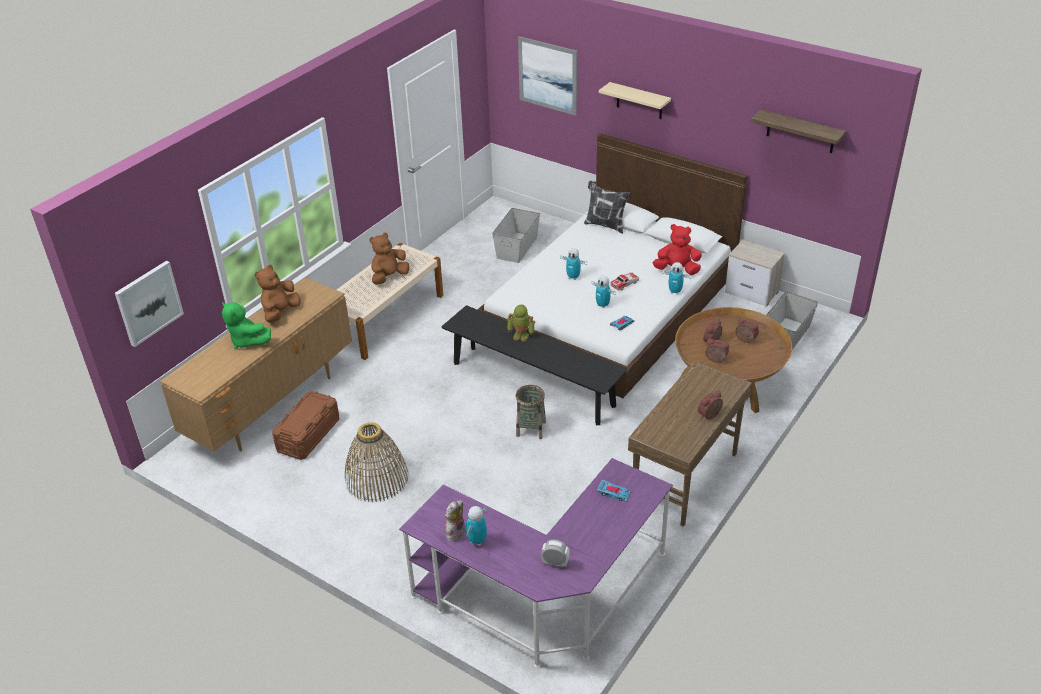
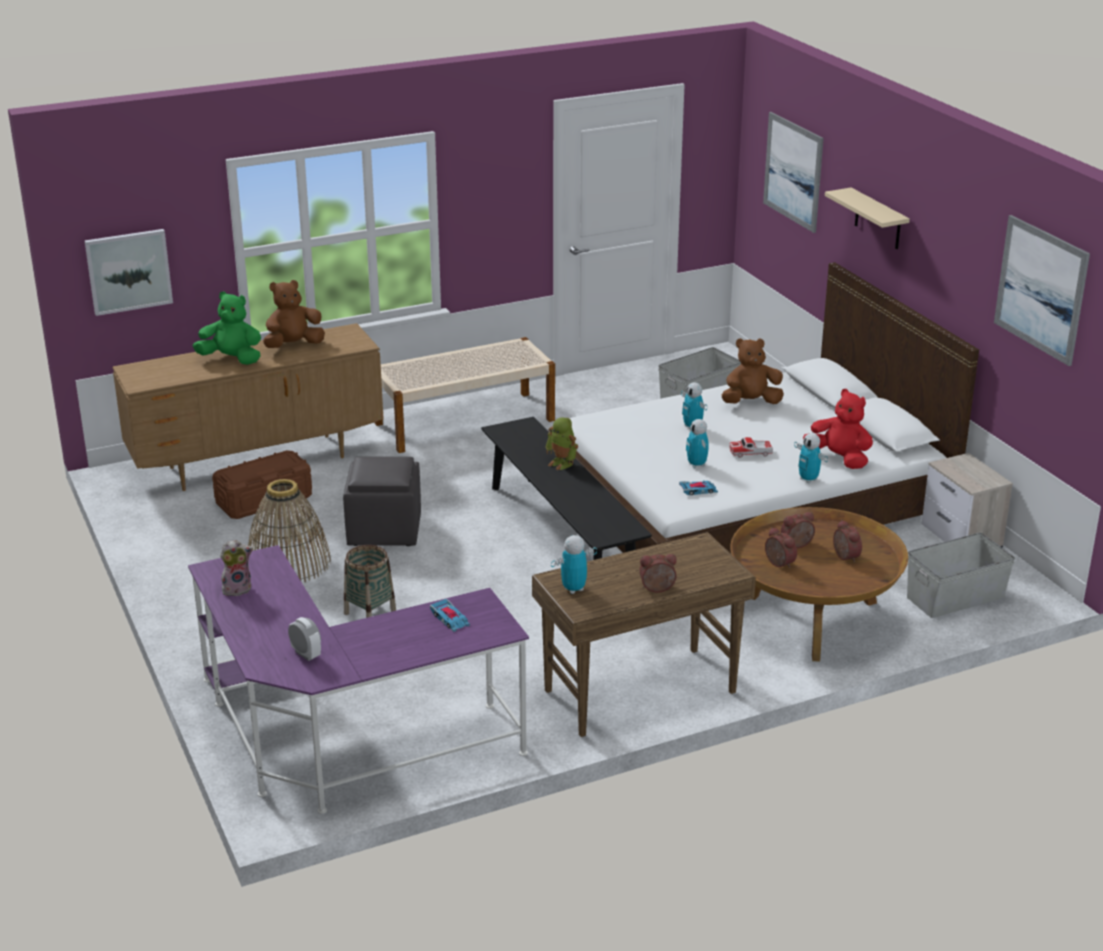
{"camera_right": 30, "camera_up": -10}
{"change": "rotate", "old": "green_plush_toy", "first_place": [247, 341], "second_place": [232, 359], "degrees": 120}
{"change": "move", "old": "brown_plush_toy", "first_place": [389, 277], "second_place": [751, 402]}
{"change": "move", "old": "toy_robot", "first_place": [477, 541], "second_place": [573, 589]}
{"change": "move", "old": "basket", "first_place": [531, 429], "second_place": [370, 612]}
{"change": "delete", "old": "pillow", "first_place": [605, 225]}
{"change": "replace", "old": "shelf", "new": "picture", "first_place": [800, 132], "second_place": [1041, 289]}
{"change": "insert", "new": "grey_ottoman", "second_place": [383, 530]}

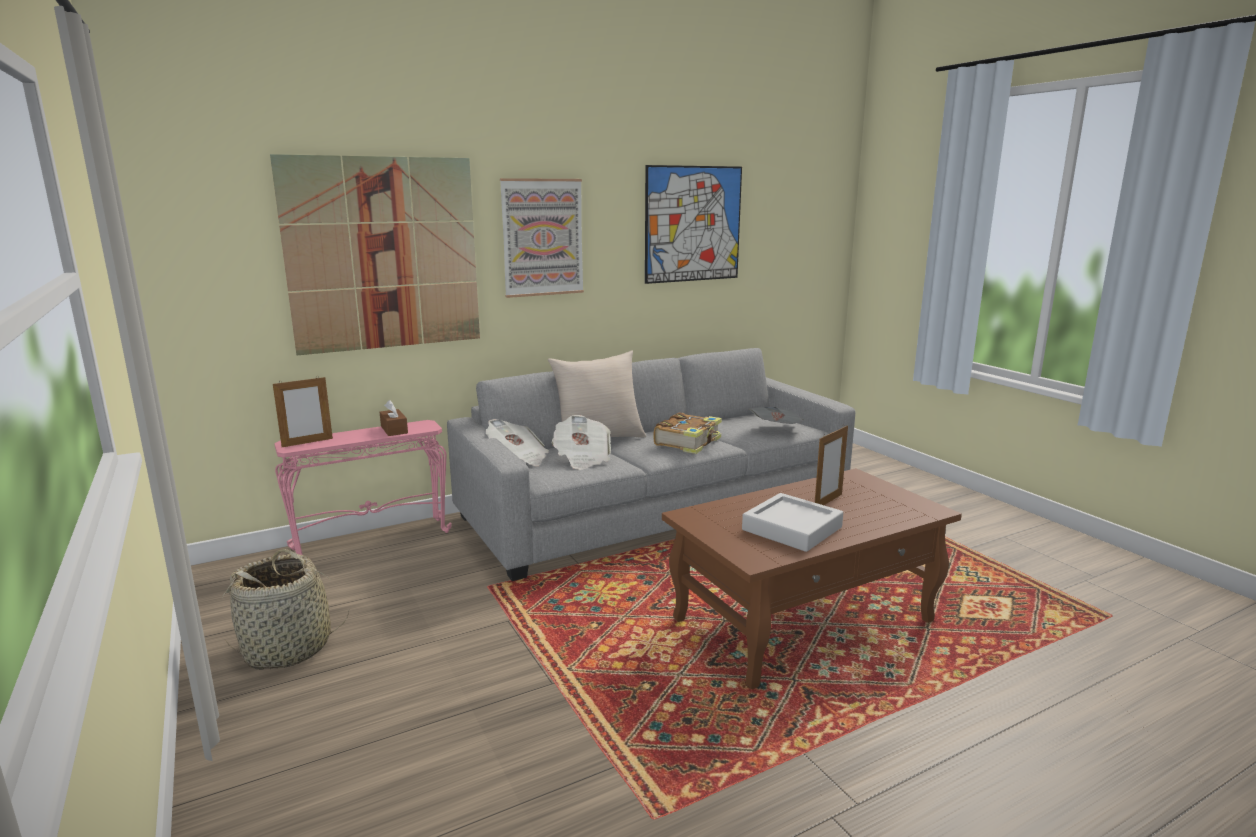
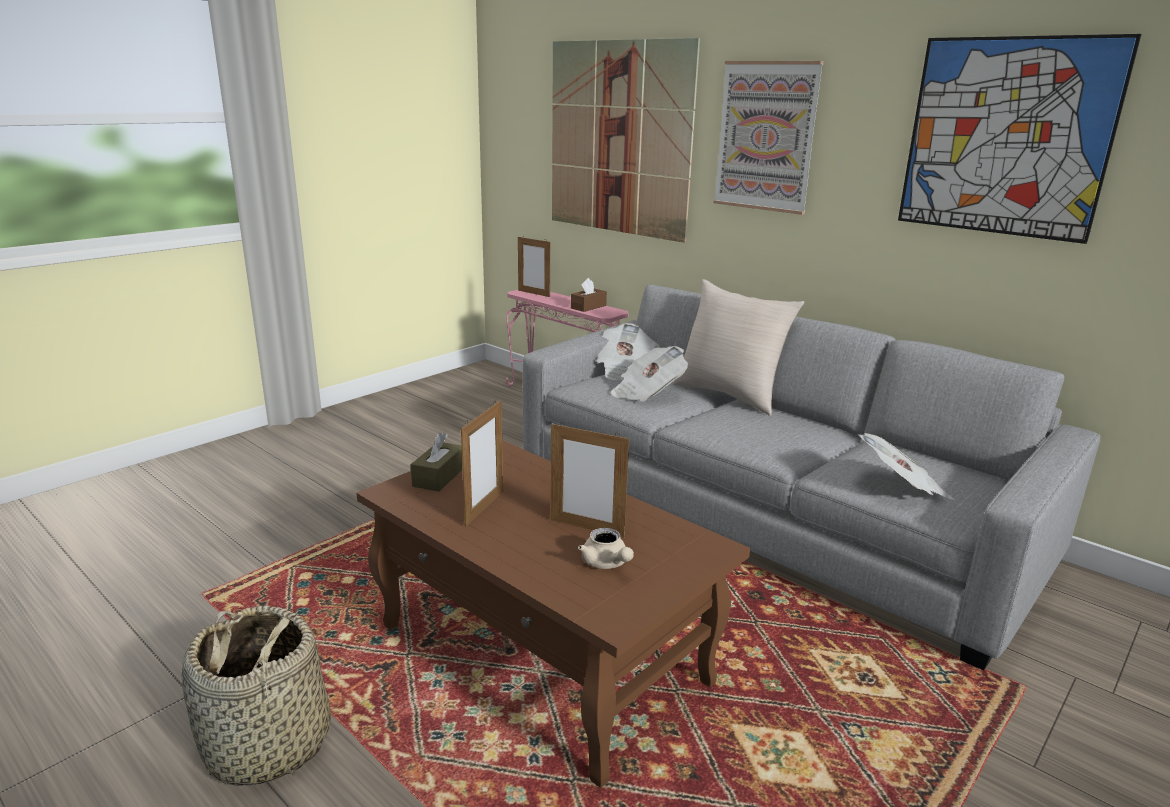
{"camera_right": 70, "camera_up": 5}
{"change": "move", "old": "basket", "first_place": [288, 648], "second_place": [267, 746]}
{"change": "delete", "old": "book", "first_place": [689, 442]}
{"change": "replace", "old": "grey_tray", "new": "picture_frame", "first_place": [792, 528], "second_place": [484, 508]}
{"change": "insert", "new": "brown_tissue_box", "second_place": [439, 477]}
{"change": "insert", "new": "beige_teapot", "second_place": [606, 564]}

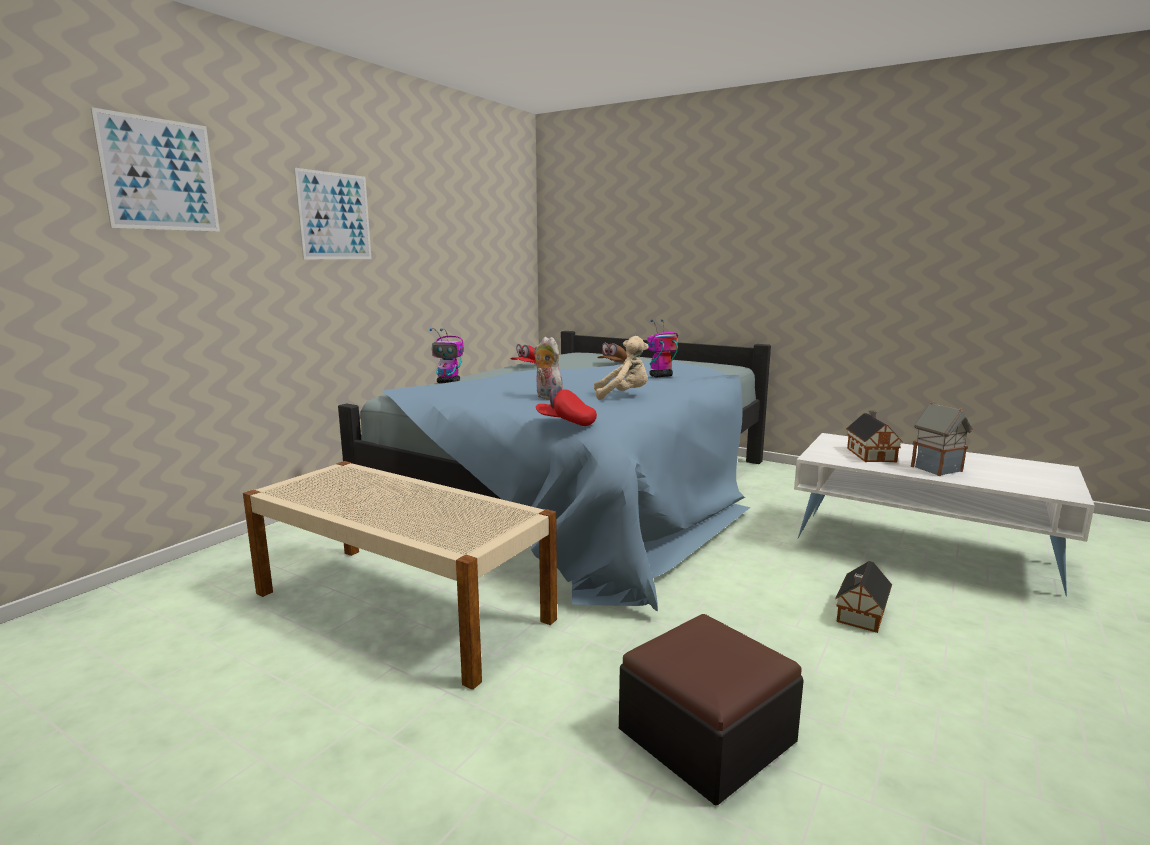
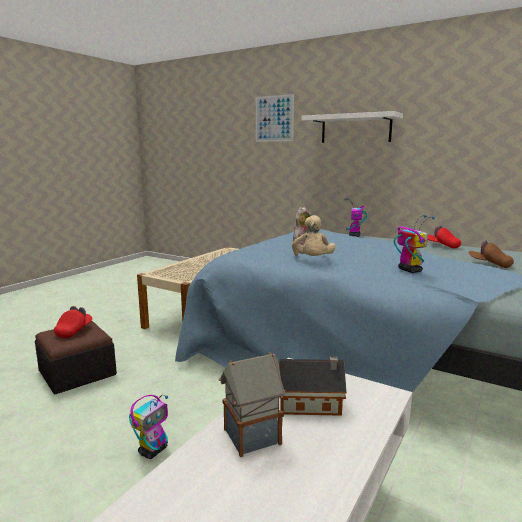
{"camera_right": 90, "camera_up": 0}
{"change": "replace", "old": "picture", "new": "white_shelf", "first_place": [334, 216], "second_place": [355, 129]}
{"change": "move", "old": "red_cap", "first_place": [566, 422], "second_place": [74, 331]}
{"change": "replace", "old": "toy_house", "new": "toy_robot", "first_place": [860, 615], "second_place": [153, 450]}

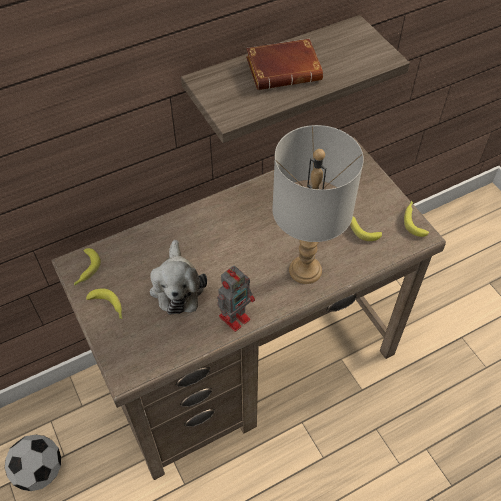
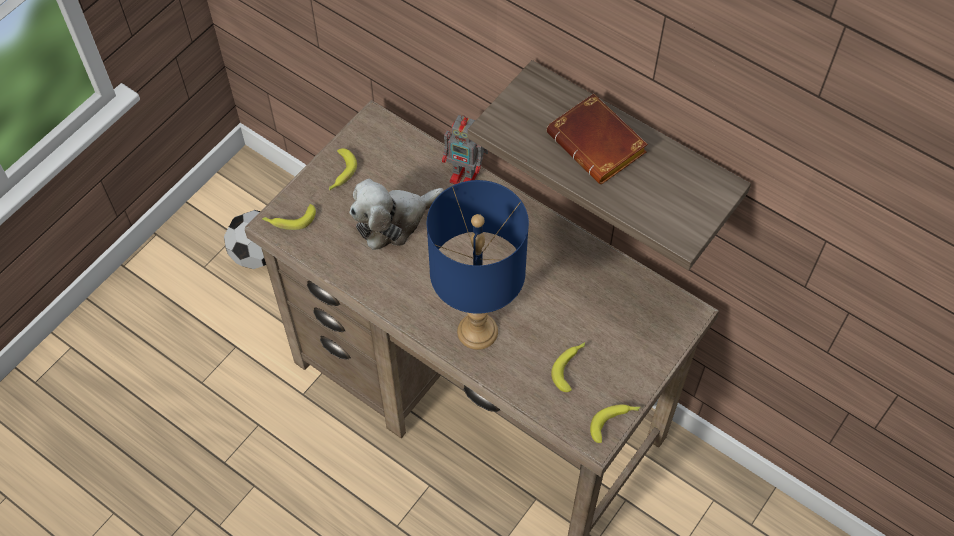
{"camera_right": 65, "camera_up": 5}
{"change": "move", "old": "banana", "first_place": [85, 270], "second_place": [289, 220]}
{"change": "move", "old": "toy_robot", "first_place": [235, 317], "second_place": [466, 176]}
{"change": "recolor", "old": "grey_table_lamp", "new": "blue_table_lamp", "first_place": [305, 269], "second_place": [478, 331]}

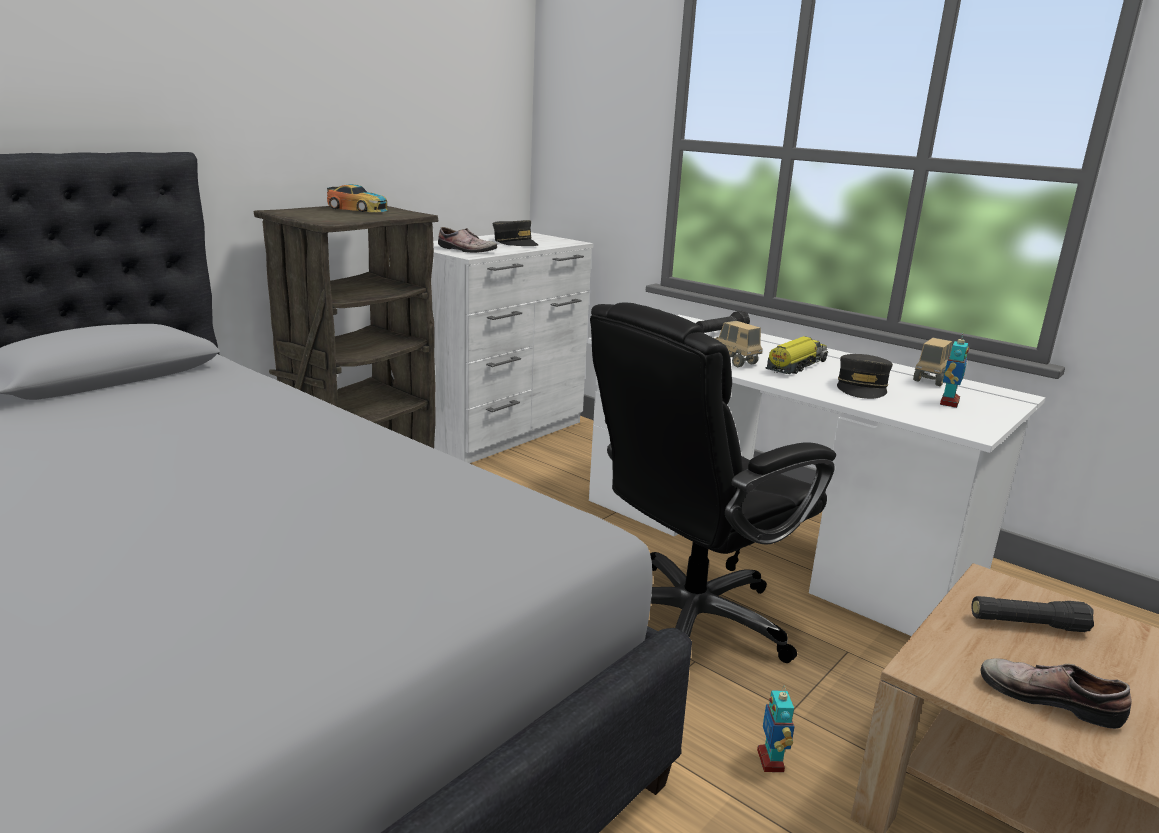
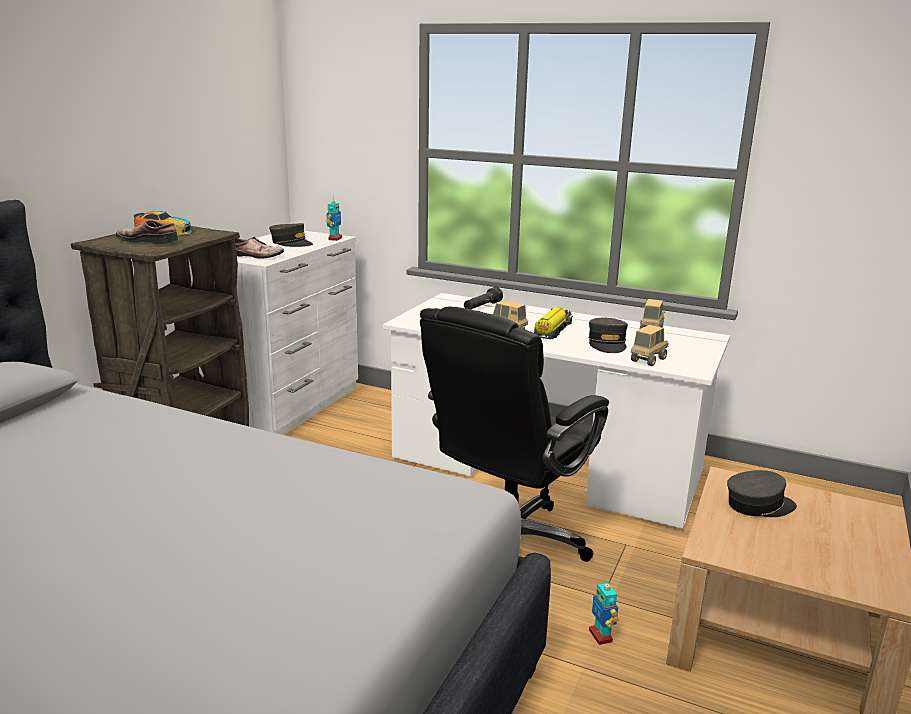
{"camera_right": -15, "camera_up": 0}
{"change": "move", "old": "toy_robot", "first_place": [948, 402], "second_place": [334, 239]}
{"change": "replace", "old": "black_flashlight", "new": "grey_cap", "first_place": [1027, 624], "second_place": [759, 505]}
{"change": "move", "old": "shoe", "first_place": [1049, 697], "second_place": [149, 241]}
{"change": "insert", "new": "toy_truck", "second_place": [648, 360]}

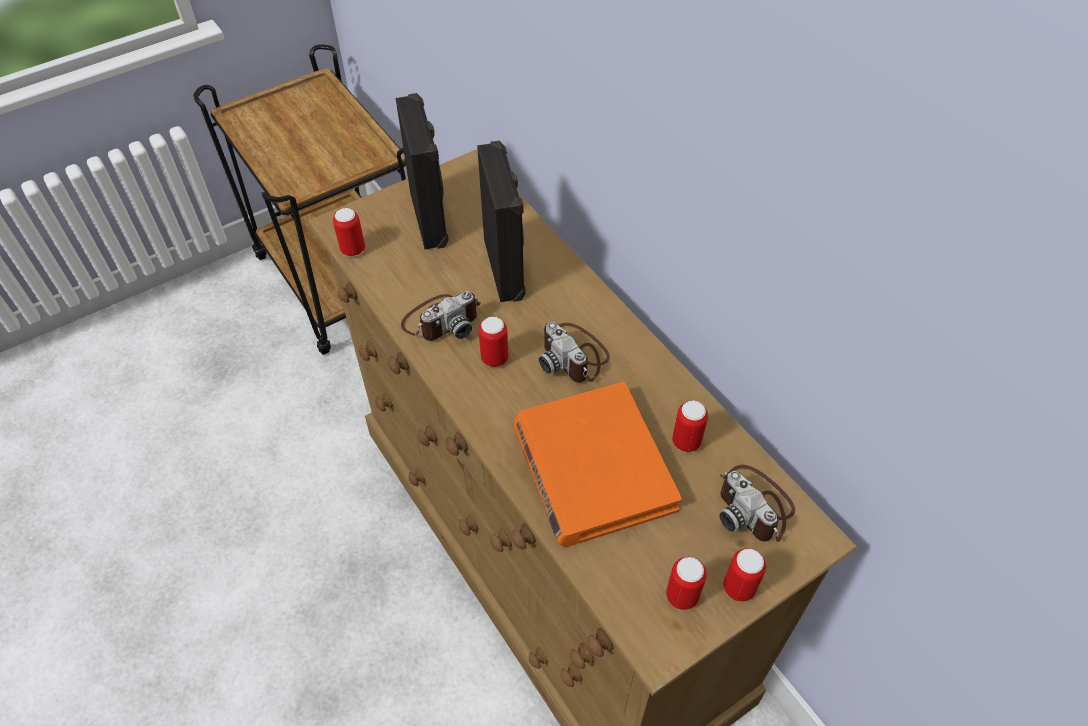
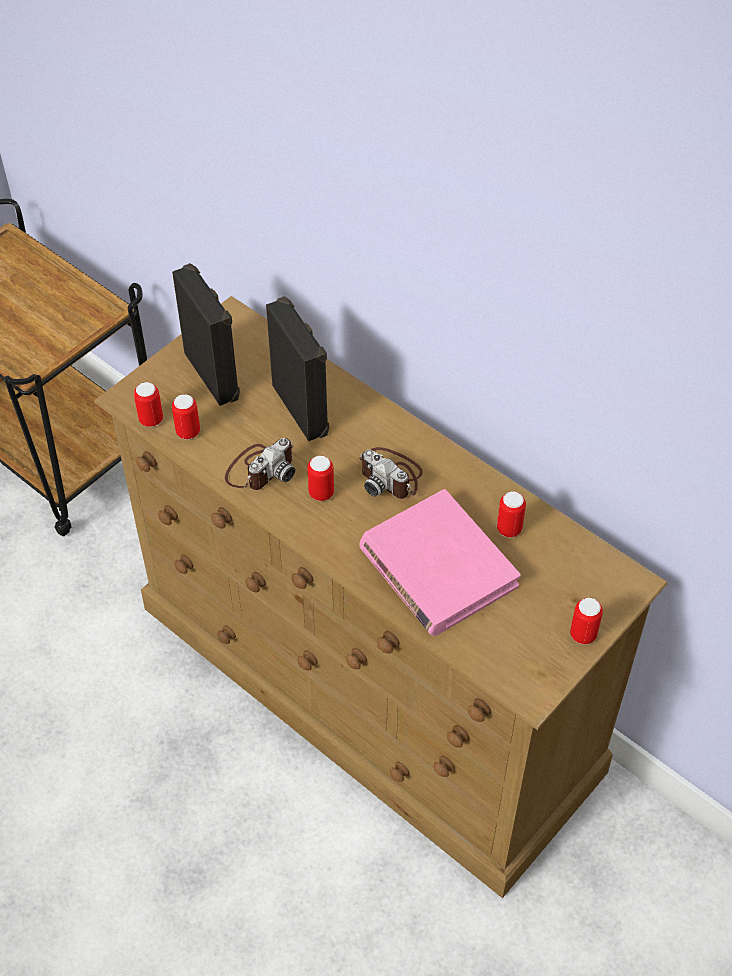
{"camera_right": -15, "camera_up": 0}
{"change": "recolor", "old": "orange_book", "new": "pink_book", "first_place": [592, 467], "second_place": [437, 567]}
{"change": "move", "old": "can", "first_place": [682, 596], "second_place": [188, 432]}
{"change": "delete", "old": "photo_camera", "first_place": [754, 506]}

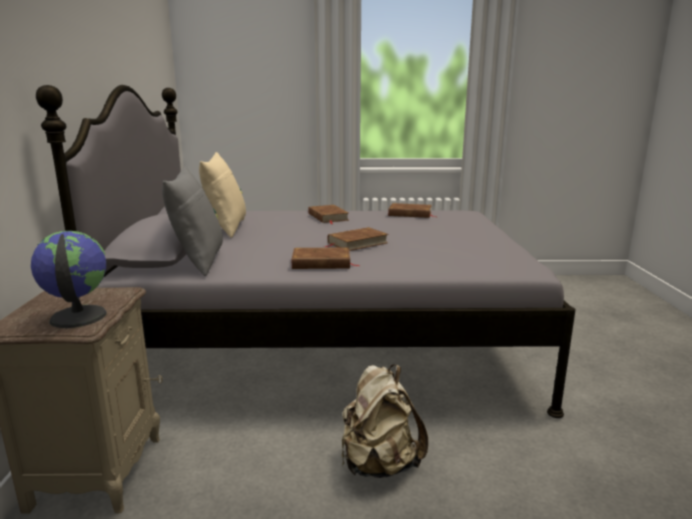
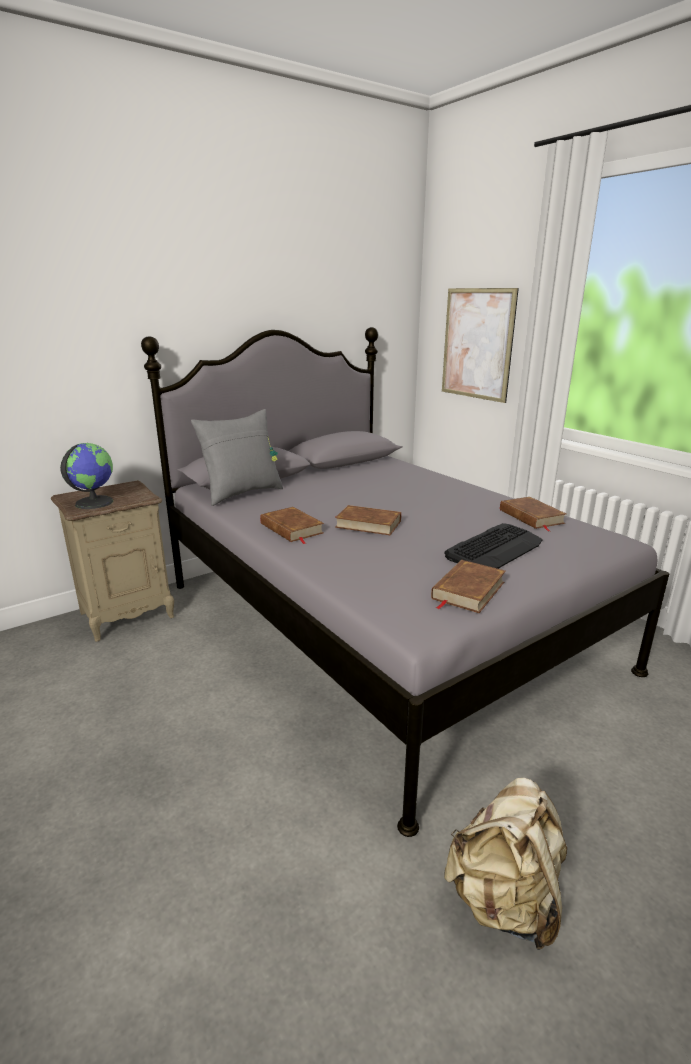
{"camera_right": 55, "camera_up": 5}
{"change": "delete", "old": "beige_pillow", "first_place": [226, 228]}
{"change": "move", "old": "brown_book", "first_place": [328, 217], "second_place": [467, 590]}
{"change": "move", "old": "beige_backpack", "first_place": [379, 464], "second_place": [504, 901]}
{"change": "insert", "new": "picture", "second_place": [477, 344]}
{"change": "insert", "new": "keyboard", "second_place": [495, 549]}

